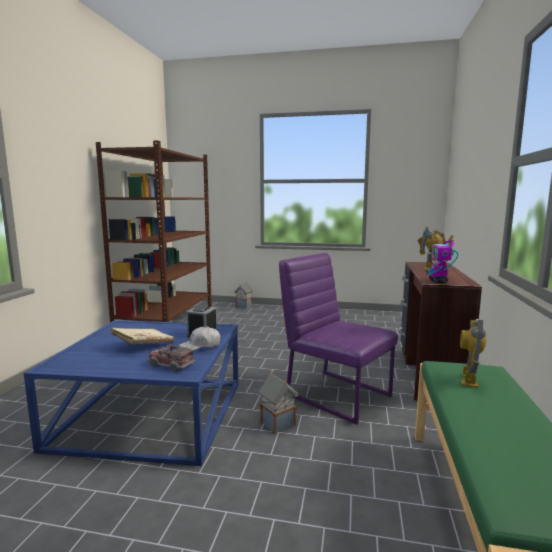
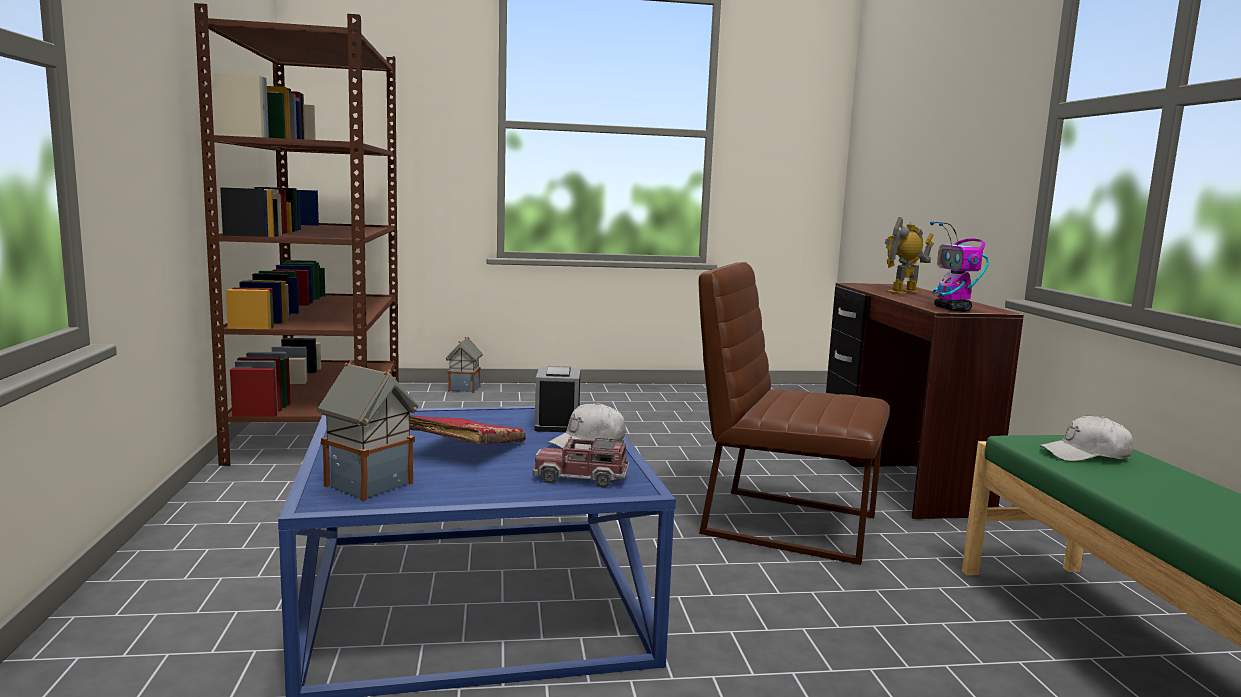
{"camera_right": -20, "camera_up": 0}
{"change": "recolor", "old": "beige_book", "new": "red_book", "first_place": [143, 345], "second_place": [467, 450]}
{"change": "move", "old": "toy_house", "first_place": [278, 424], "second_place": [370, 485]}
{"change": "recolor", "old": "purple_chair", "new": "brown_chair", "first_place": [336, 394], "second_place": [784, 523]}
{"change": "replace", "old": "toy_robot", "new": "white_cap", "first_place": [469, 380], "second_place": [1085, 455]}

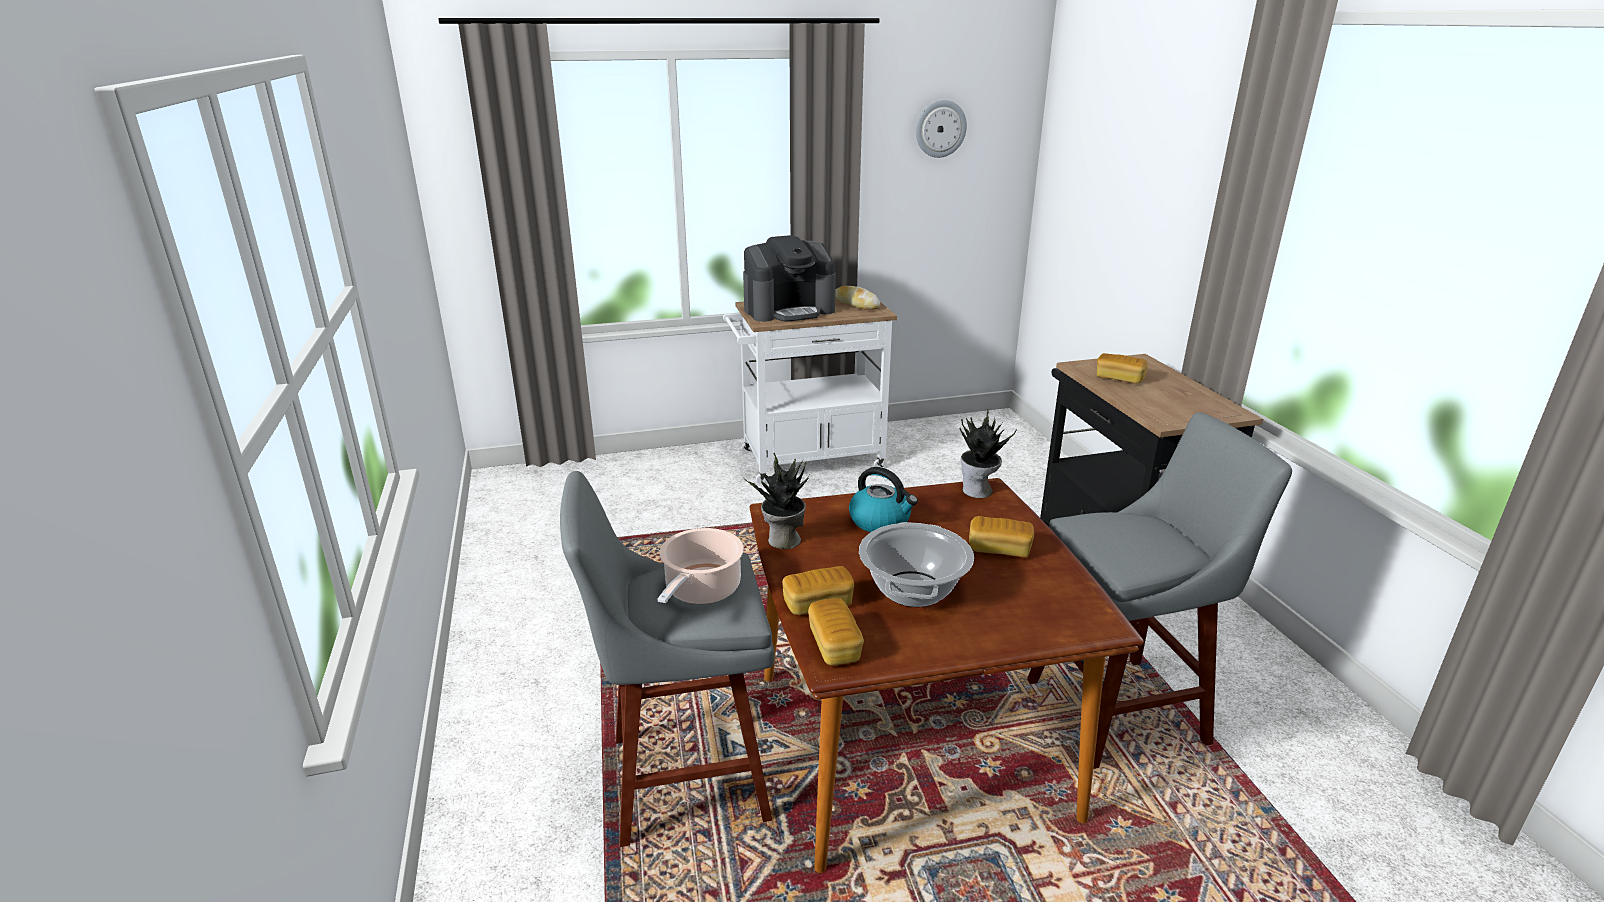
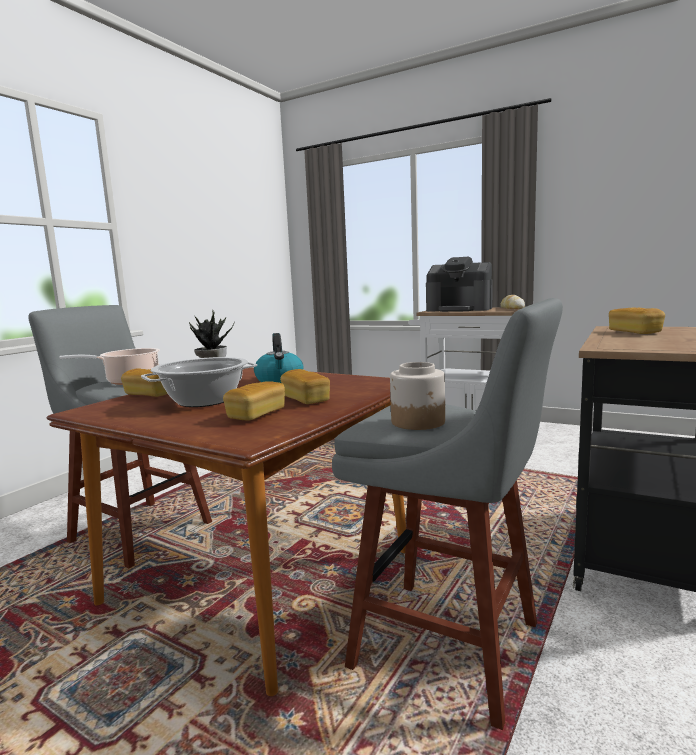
{"camera_right": 45, "camera_up": -15}
{"change": "move", "old": "bread", "first_place": [834, 645], "second_place": [256, 414]}
{"change": "delete", "old": "wall_clock", "first_place": [940, 128]}
{"change": "delete", "old": "potted_plant", "first_place": [978, 491]}
{"change": "insert", "new": "jar", "second_place": [418, 422]}

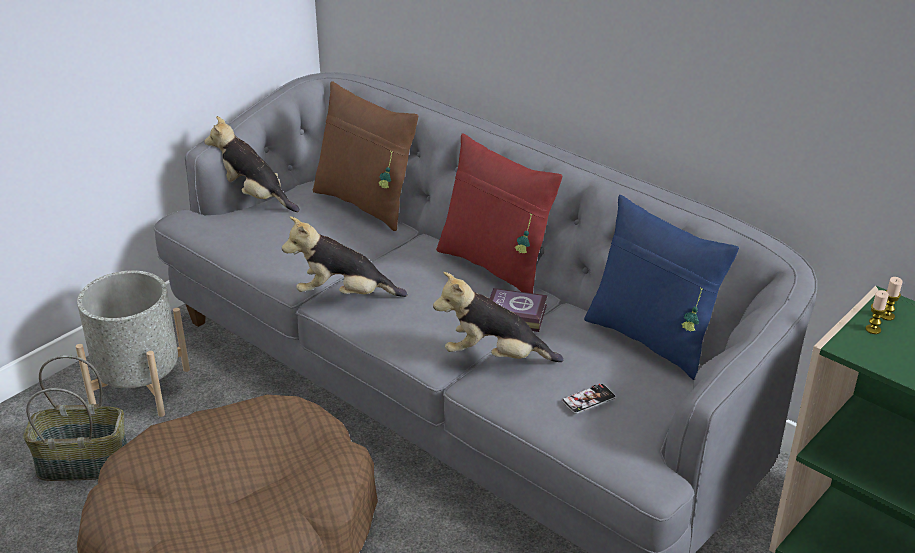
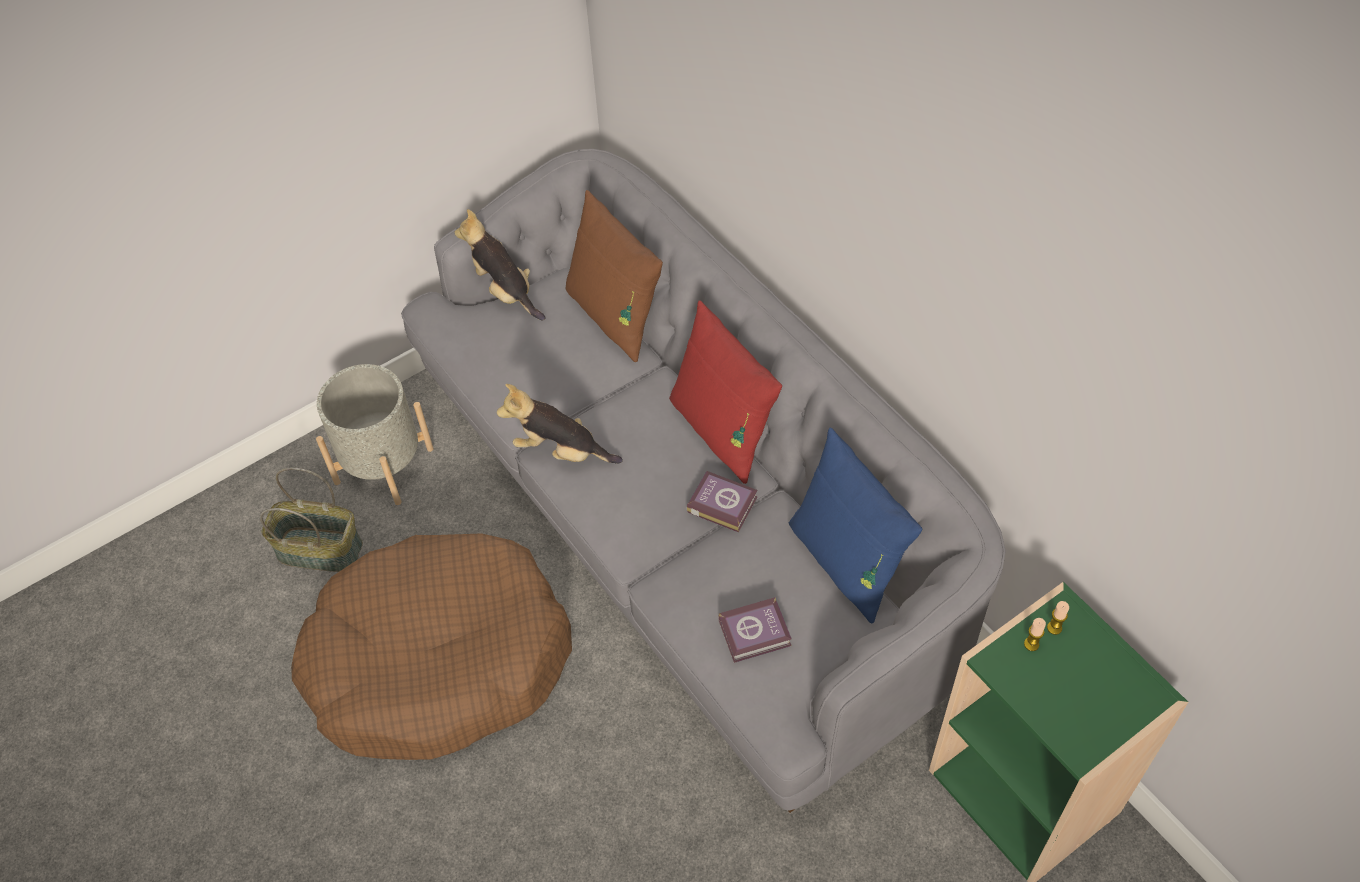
{"camera_right": 15, "camera_up": 20}
{"change": "delete", "old": "plush_toy", "first_place": [494, 357]}
{"change": "replace", "old": "phone", "new": "book", "first_place": [588, 399], "second_place": [756, 633]}

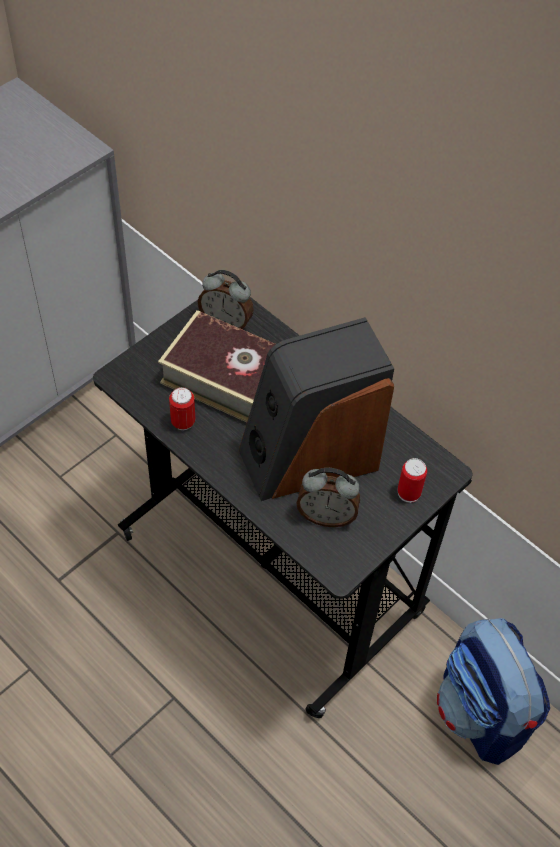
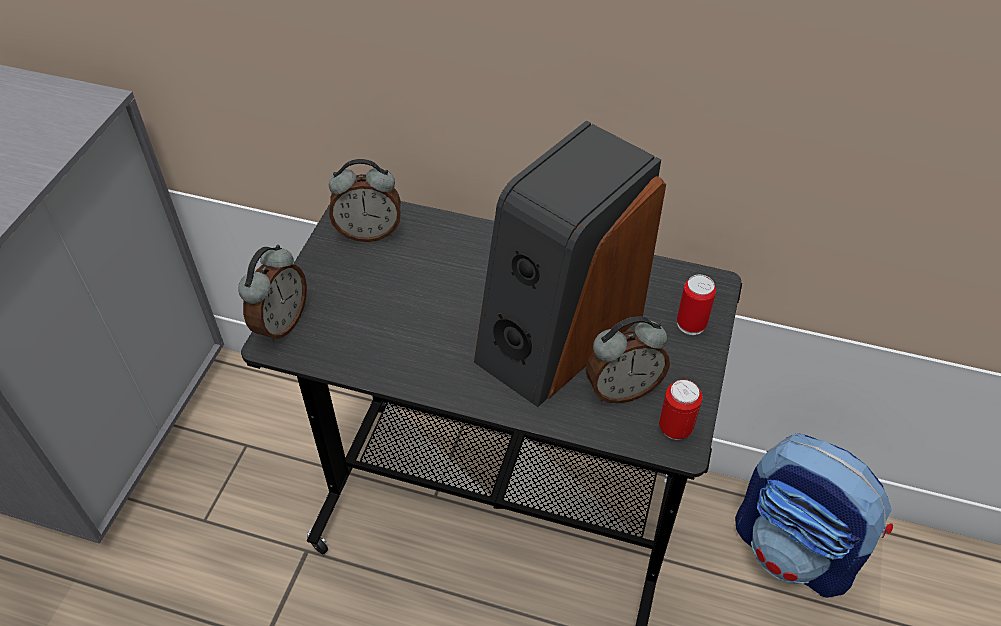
{"camera_right": -25, "camera_up": -5}
{"change": "delete", "old": "book", "first_place": [228, 378]}
{"change": "move", "old": "can", "first_place": [183, 422], "second_place": [675, 428]}
{"change": "insert", "new": "alarm_clock", "second_place": [280, 323]}

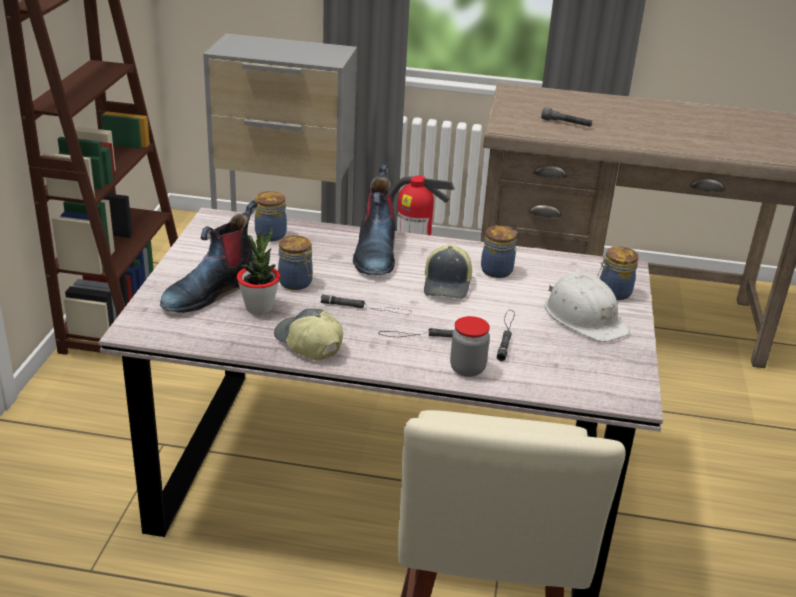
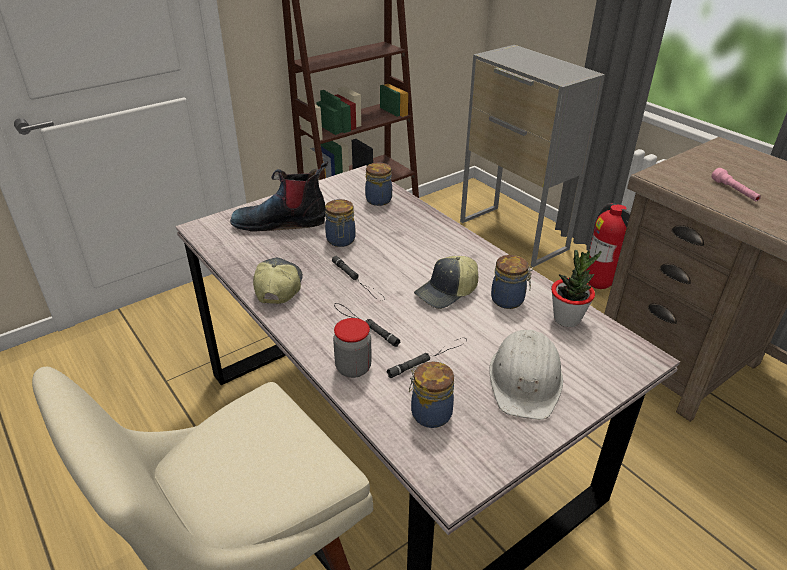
{"camera_right": 45, "camera_up": 5}
{"change": "move", "old": "potted_plant", "first_place": [259, 307], "second_place": [567, 319]}
{"change": "delete", "old": "boot", "first_place": [375, 252]}
{"change": "recolor", "old": "grey_flashlight", "new": "pink_flashlight", "first_place": [566, 124], "second_place": [734, 191]}
{"change": "move", "old": "jar", "first_place": [613, 292], "second_place": [429, 413]}

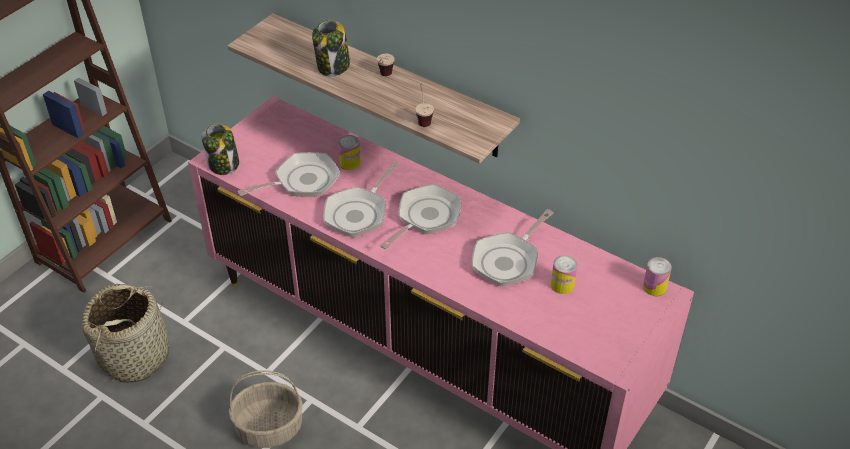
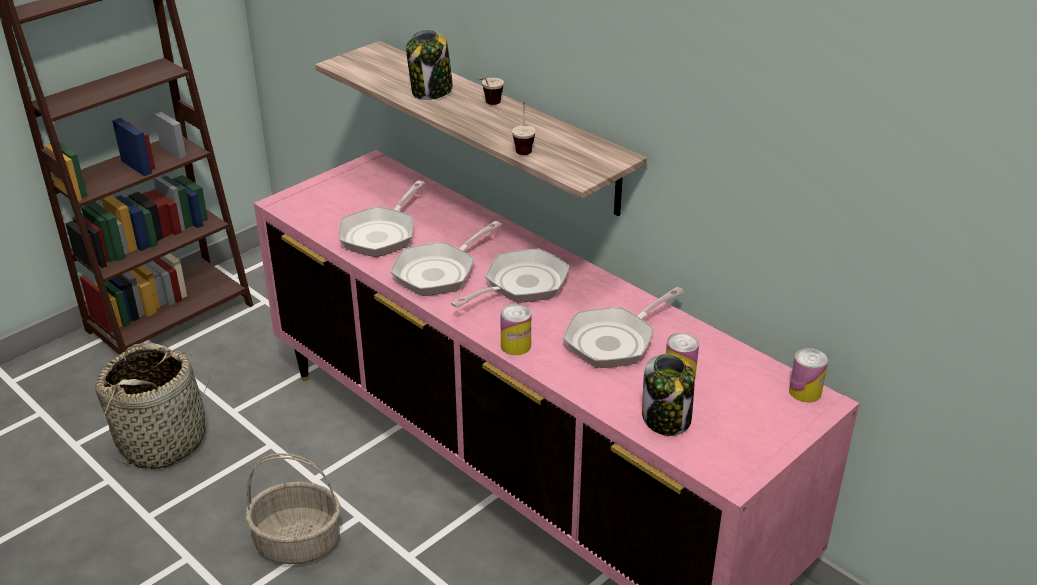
{"camera_right": 10, "camera_up": -10}
{"change": "move", "old": "jar", "first_place": [224, 164], "second_place": [666, 419]}
{"change": "rotate", "old": "frying_pan", "first_place": [302, 181], "second_place": [381, 234], "degrees": 135}
{"change": "move", "old": "can", "first_place": [350, 163], "second_place": [516, 345]}

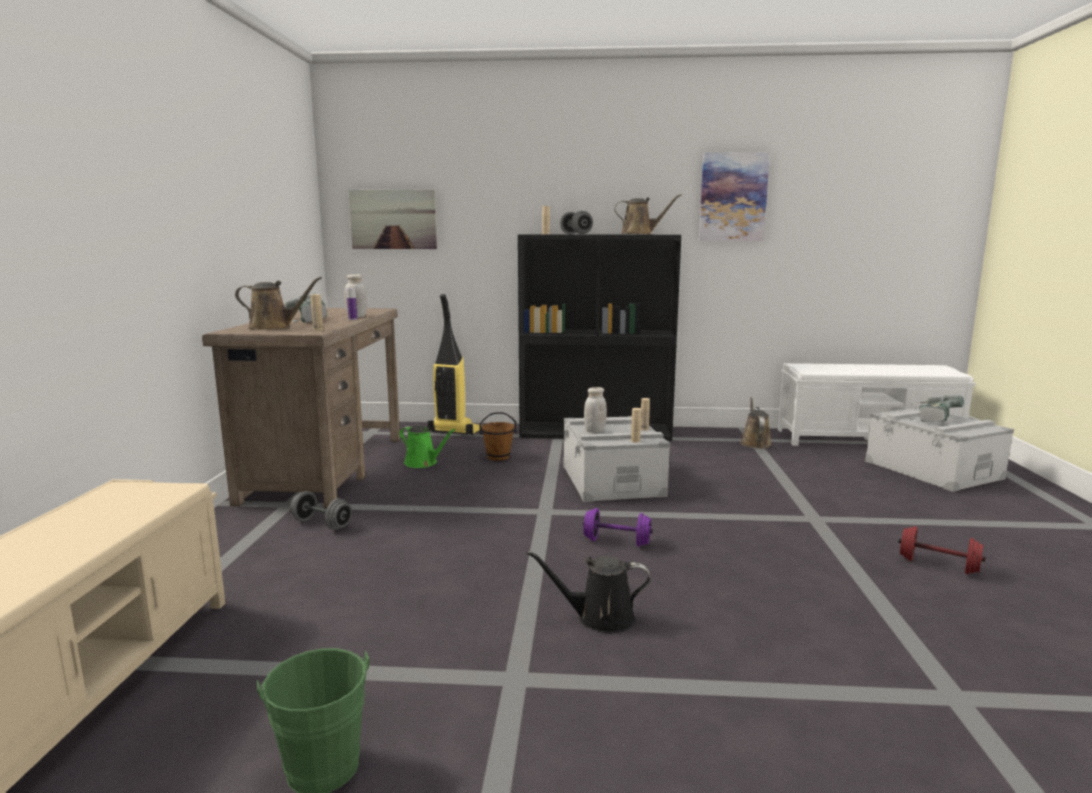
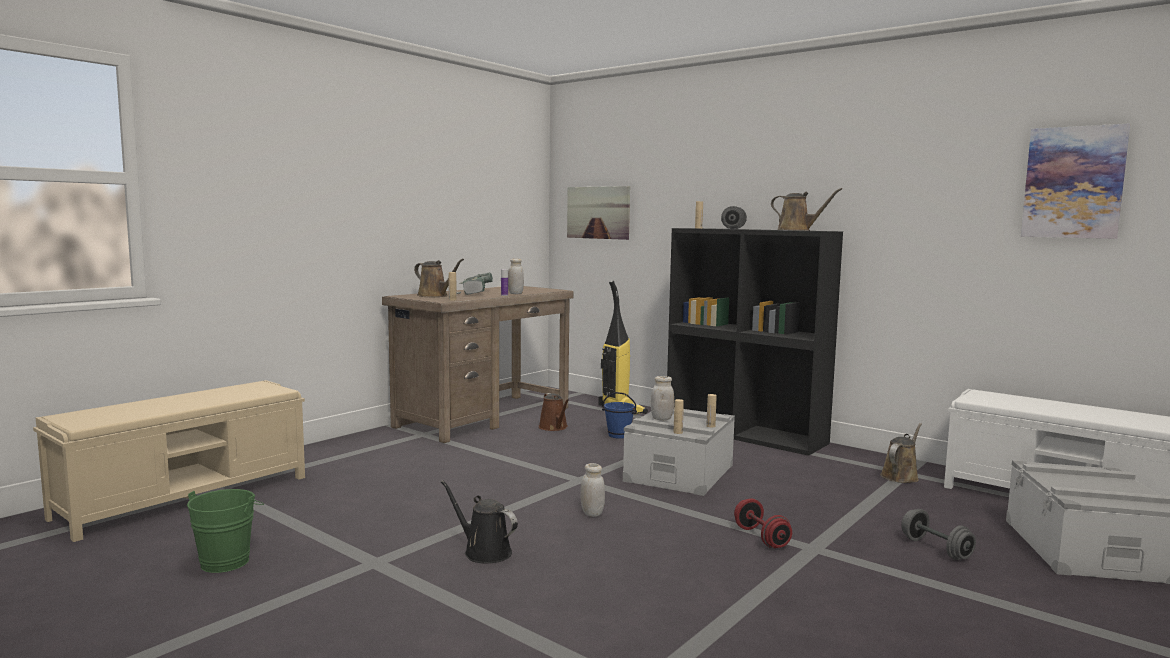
{"camera_right": 35, "camera_up": -5}
{"change": "move", "old": "grey_dumbbell", "first_place": [322, 524], "second_place": [936, 549]}
{"change": "recolor", "old": "green_watering_can", "new": "brown_watering_can", "first_place": [423, 463], "second_place": [554, 427]}
{"change": "recolor", "old": "brown_bucket", "new": "blue_bucket", "first_place": [498, 457], "second_place": [618, 435]}
{"change": "replace", "old": "purple_dumbbell", "new": "white_jar", "first_place": [617, 542], "second_place": [592, 513]}
{"change": "move", "old": "picture", "first_place": [733, 197], "second_place": [1073, 182]}
{"change": "move", "old": "red_dumbbell", "first_place": [938, 565], "second_place": [761, 538]}
{"change": "delete", "old": "power_drill", "first_place": [933, 418]}

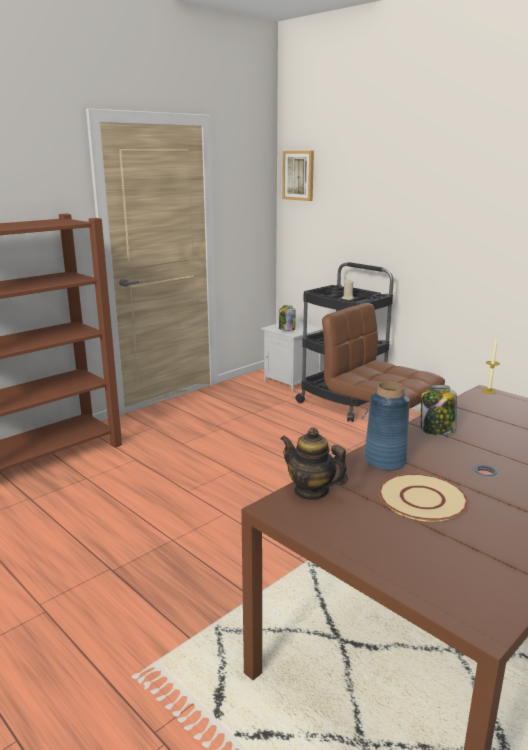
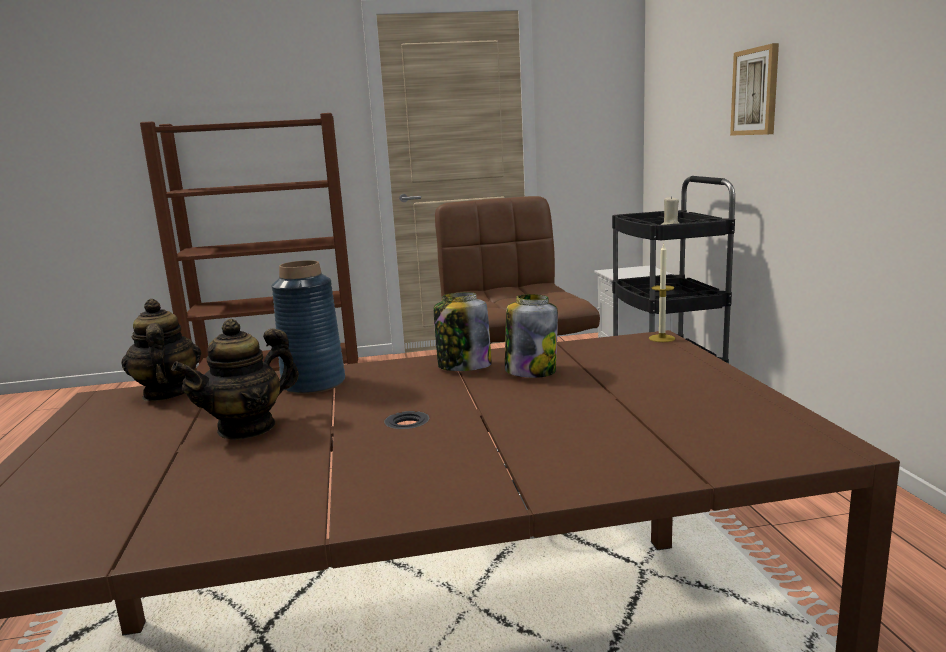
{"camera_right": 35, "camera_up": -5}
{"change": "move", "old": "jar", "first_place": [286, 329], "second_place": [530, 371]}
{"change": "move", "old": "picture", "first_place": [298, 175], "second_place": [756, 92]}
{"change": "replace", "old": "beige_plate", "new": "teapot", "first_place": [422, 499], "second_place": [247, 427]}

